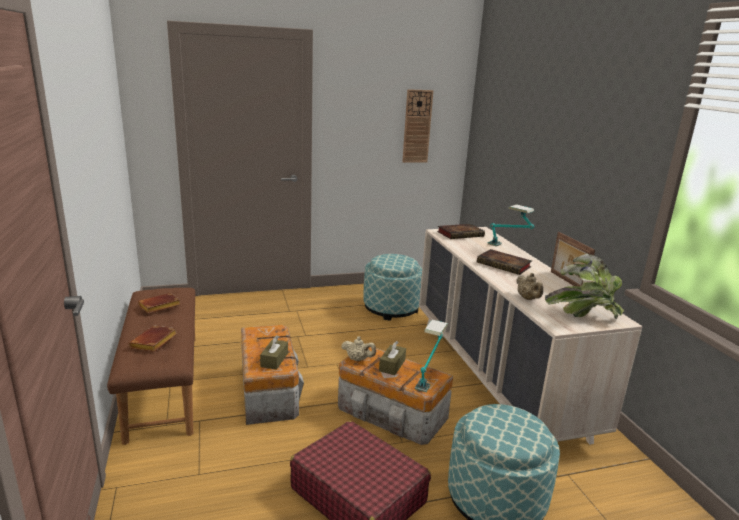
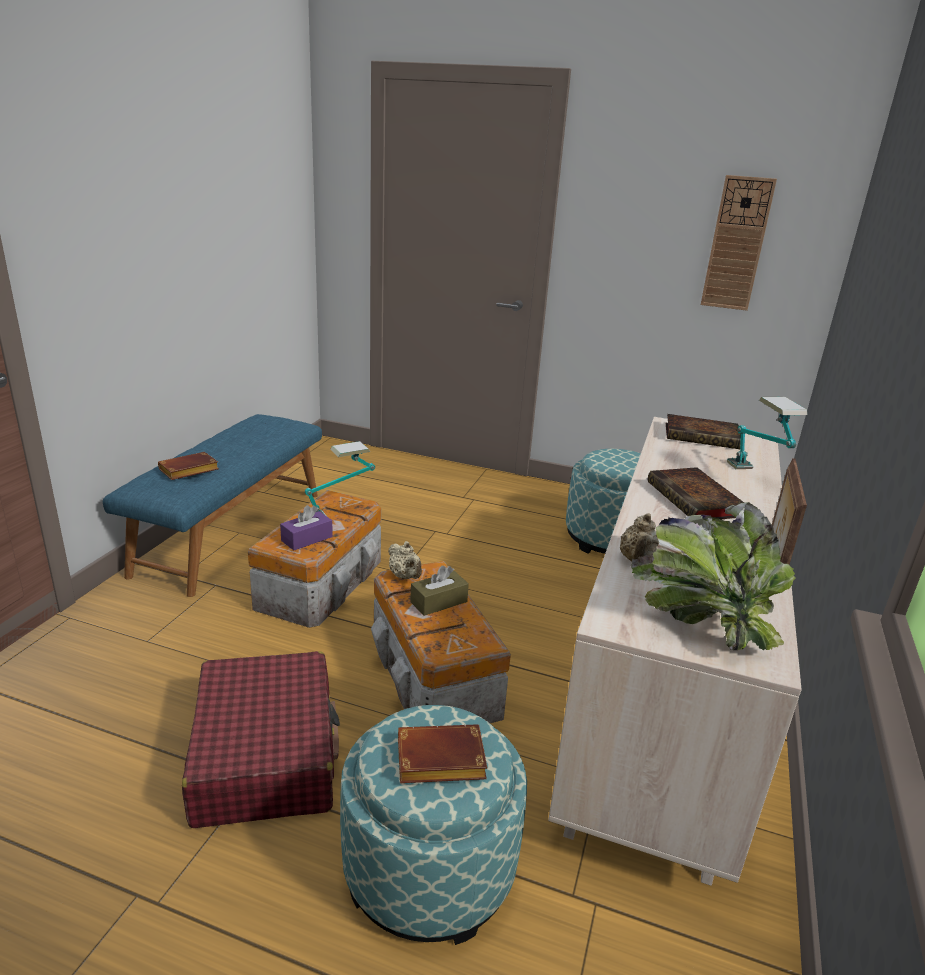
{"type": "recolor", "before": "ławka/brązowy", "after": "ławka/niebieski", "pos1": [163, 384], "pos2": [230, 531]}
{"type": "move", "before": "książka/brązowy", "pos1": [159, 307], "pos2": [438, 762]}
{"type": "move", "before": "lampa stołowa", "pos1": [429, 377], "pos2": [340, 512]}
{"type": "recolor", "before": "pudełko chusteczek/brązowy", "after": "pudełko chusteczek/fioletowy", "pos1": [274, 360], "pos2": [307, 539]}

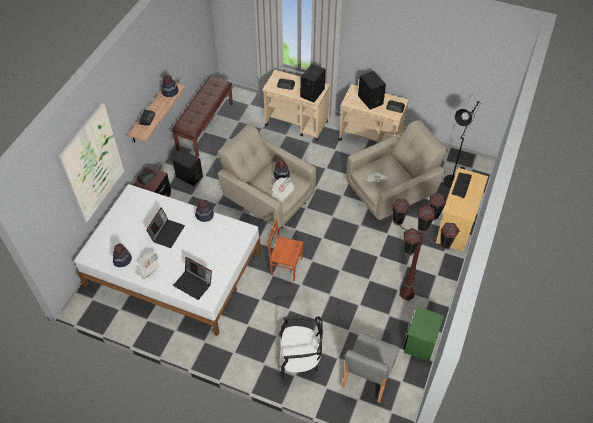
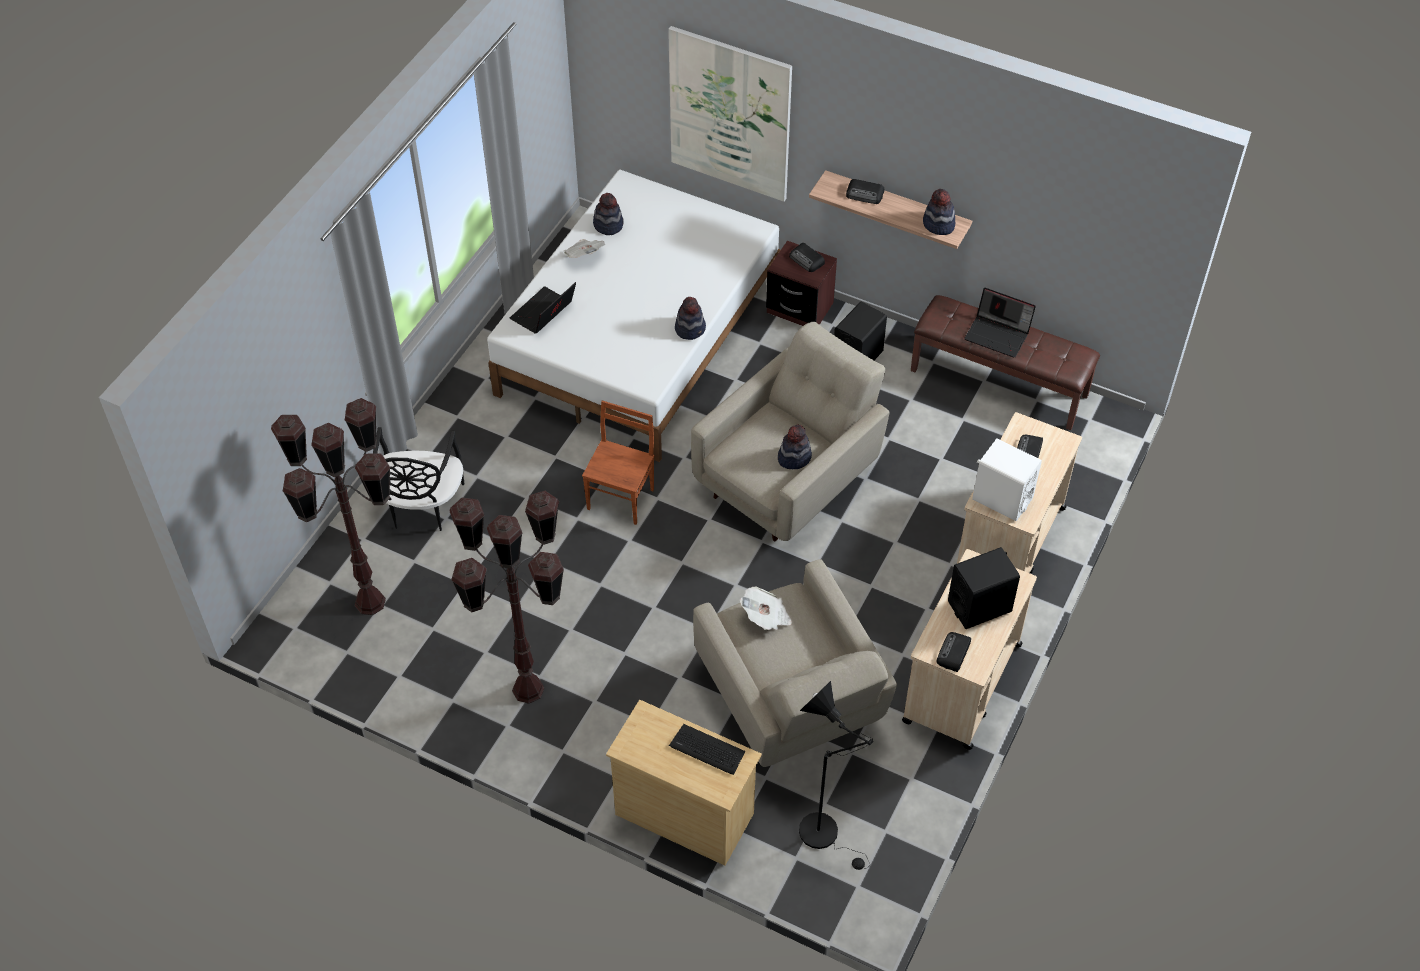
{"type": "recolor", "before": "głośnik/czarny", "after": "głośnik/biały", "pos1": [312, 93], "pos2": [1002, 499]}
{"type": "delete", "before": "gazeta", "pos1": [281, 194]}
{"type": "move", "before": "laptop", "pos1": [167, 233], "pos2": [998, 334]}
{"type": "delete", "before": "szafka nocna/zielony", "pos1": [420, 343]}
{"type": "replace", "before": "krzesło/szary", "after": "lampa stojąca/brązowy", "pos1": [367, 375], "pos2": [370, 601]}

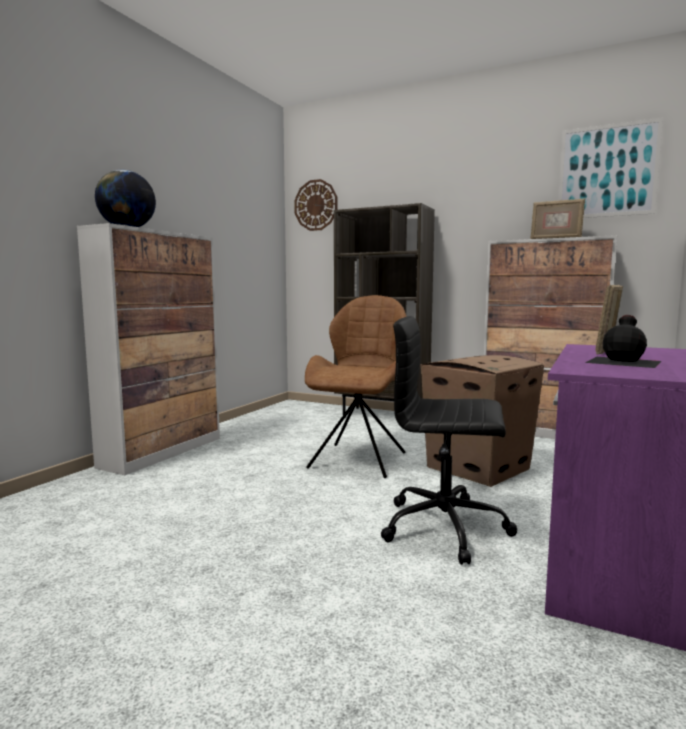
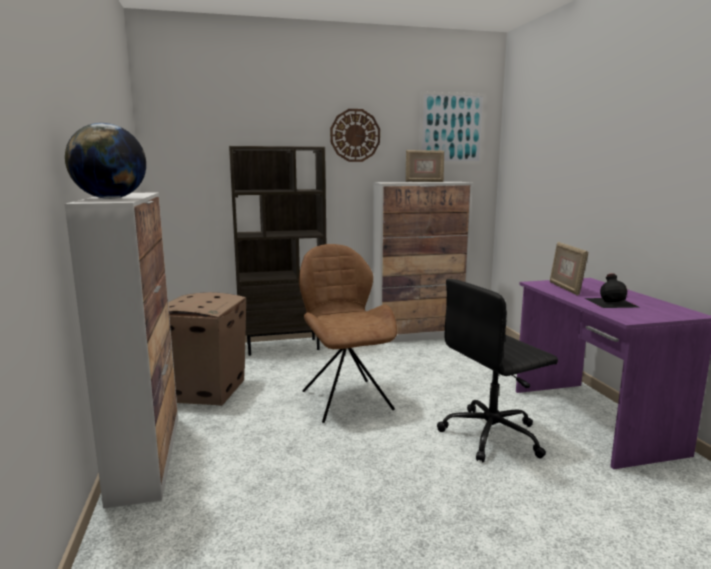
{"type": "move", "before": "zegar ścienny", "pos1": [316, 205], "pos2": [355, 135]}
{"type": "move", "before": "karton", "pos1": [479, 468], "pos2": [205, 390]}

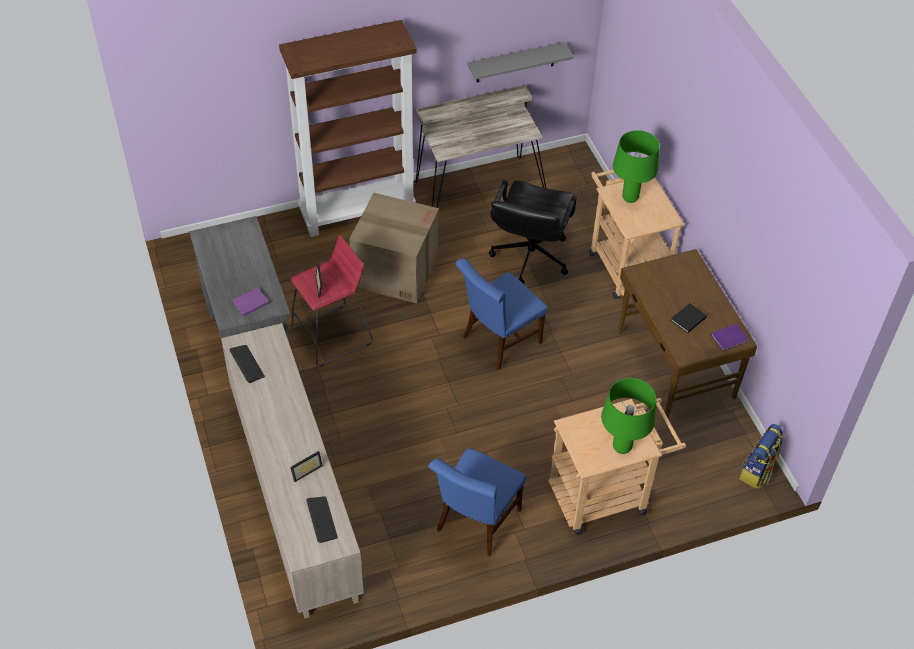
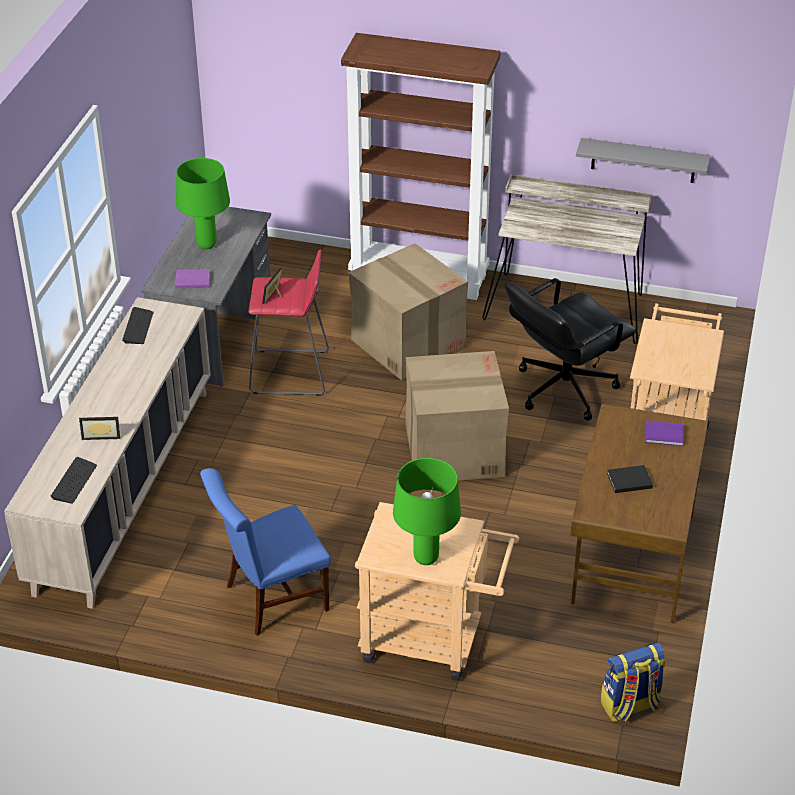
{"type": "move", "before": "lampa stołowa/zielony", "pos1": [630, 198], "pos2": [206, 245]}
{"type": "replace", "before": "krzesło/niebieski", "after": "karton", "pos1": [498, 341], "pos2": [453, 450]}
{"type": "move", "before": "książka/fioletowy", "pos1": [730, 338], "pos2": [665, 435]}

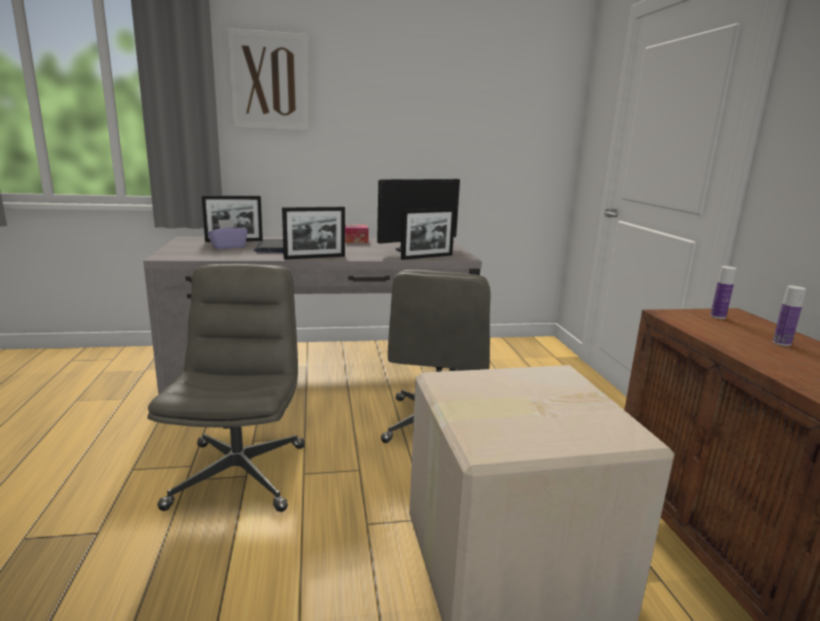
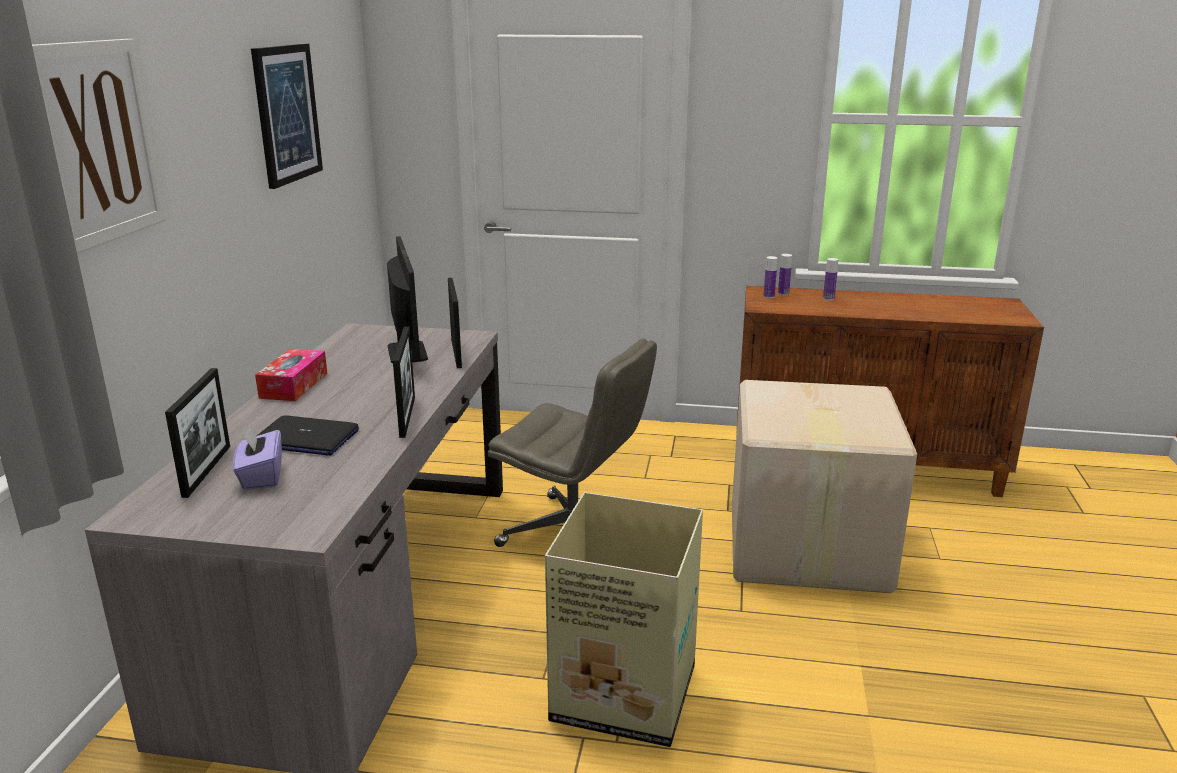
{"type": "replace", "before": "krzesło biurowe/szary", "after": "karton", "pos1": [239, 474], "pos2": [621, 693]}
{"type": "insert", "after": "obraz", "pos2": [286, 114]}
{"type": "insert", "after": "butelka", "pos2": [783, 293]}

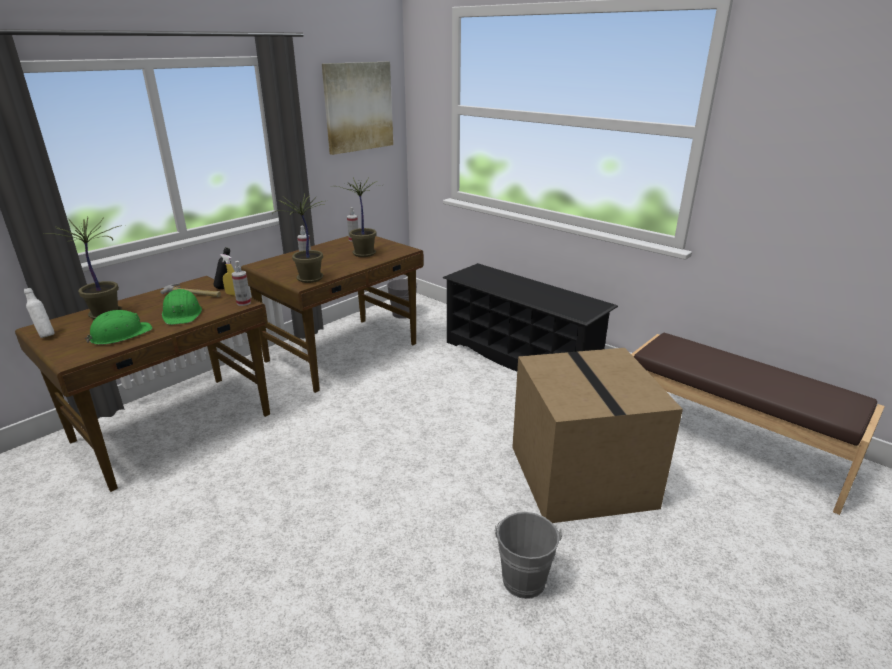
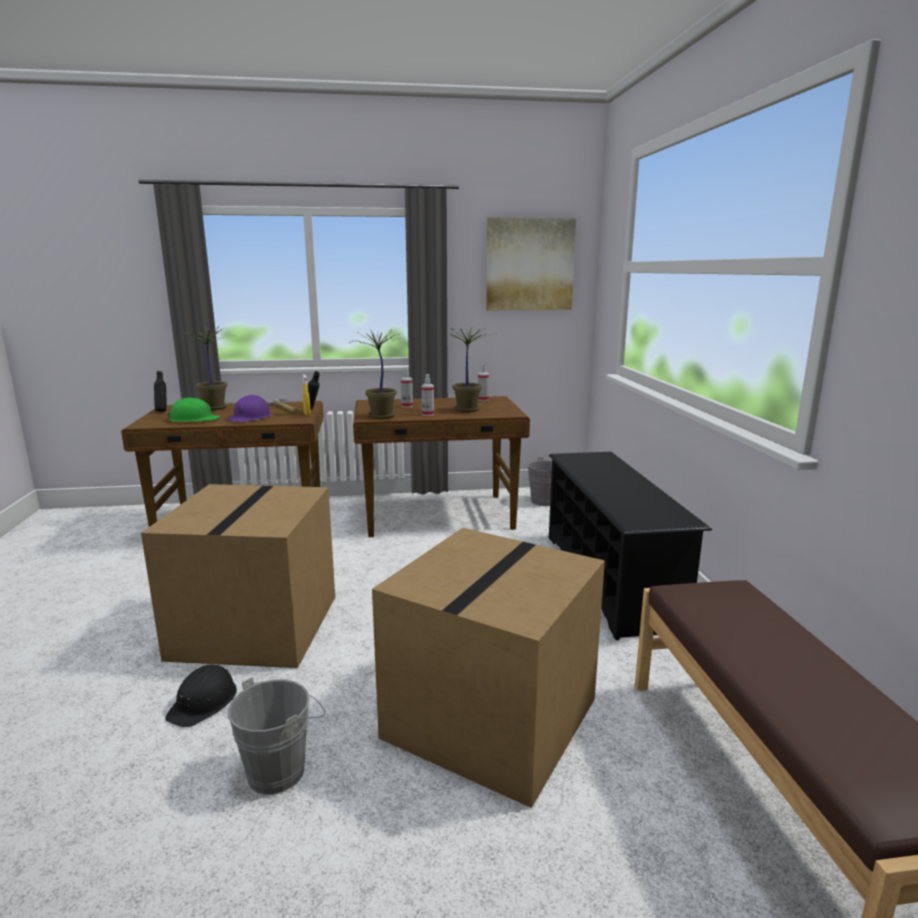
{"type": "move", "before": "spryskiwacz", "pos1": [243, 303], "pos2": [428, 414]}
{"type": "recolor", "before": "butelka/biały", "after": "butelka/czarny", "pos1": [46, 335], "pos2": [162, 411]}
{"type": "recolor", "before": "kask/zielony", "after": "kask/fioletowy", "pos1": [182, 314], "pos2": [251, 417]}
{"type": "insert", "after": "karton", "pos2": [254, 625]}
{"type": "insert", "after": "kask/czarny", "pos2": [204, 702]}

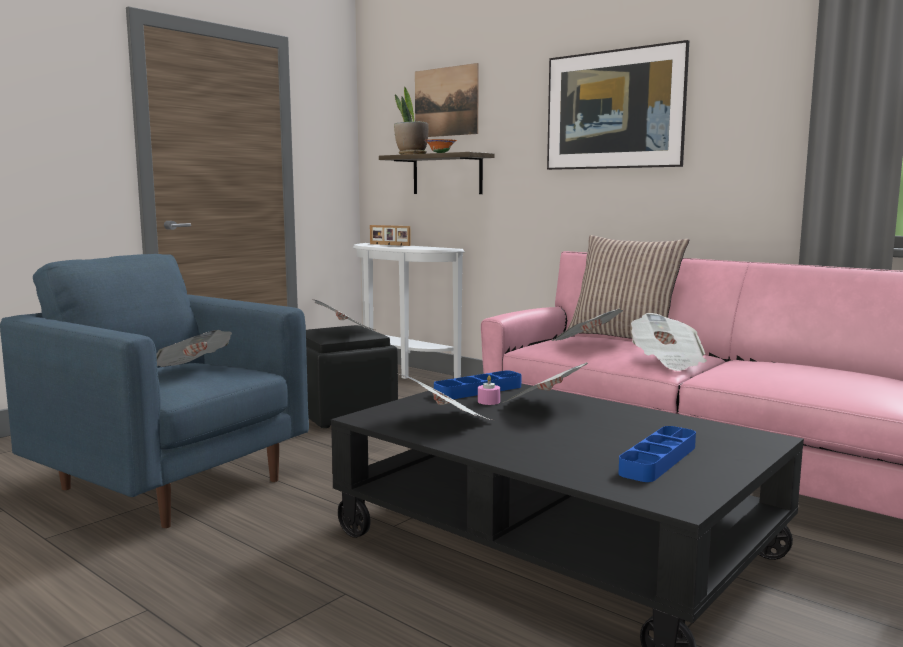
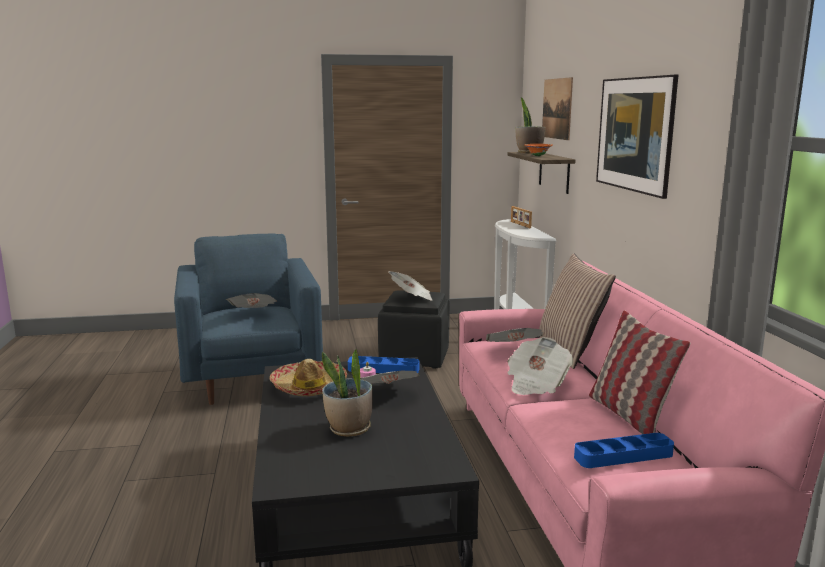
{"type": "replace", "before": "gazeta", "after": "kapelusz", "pos1": [446, 422], "pos2": [308, 387]}
{"type": "move", "before": "taca/niebieski", "pos1": [658, 460], "pos2": [623, 456]}
{"type": "insert", "after": "poduszka", "pos2": [629, 415]}
{"type": "insert", "after": "roślina doniczkowa", "pos2": [349, 429]}

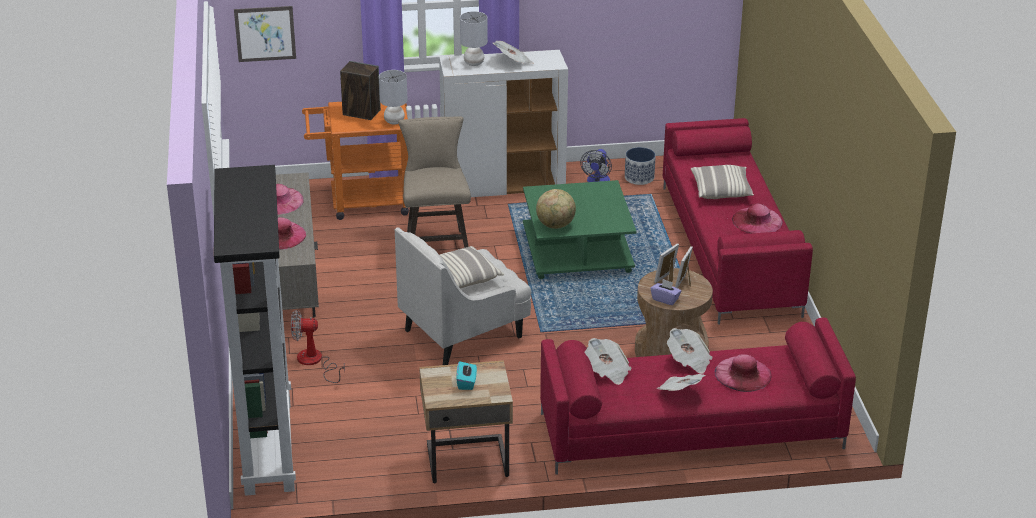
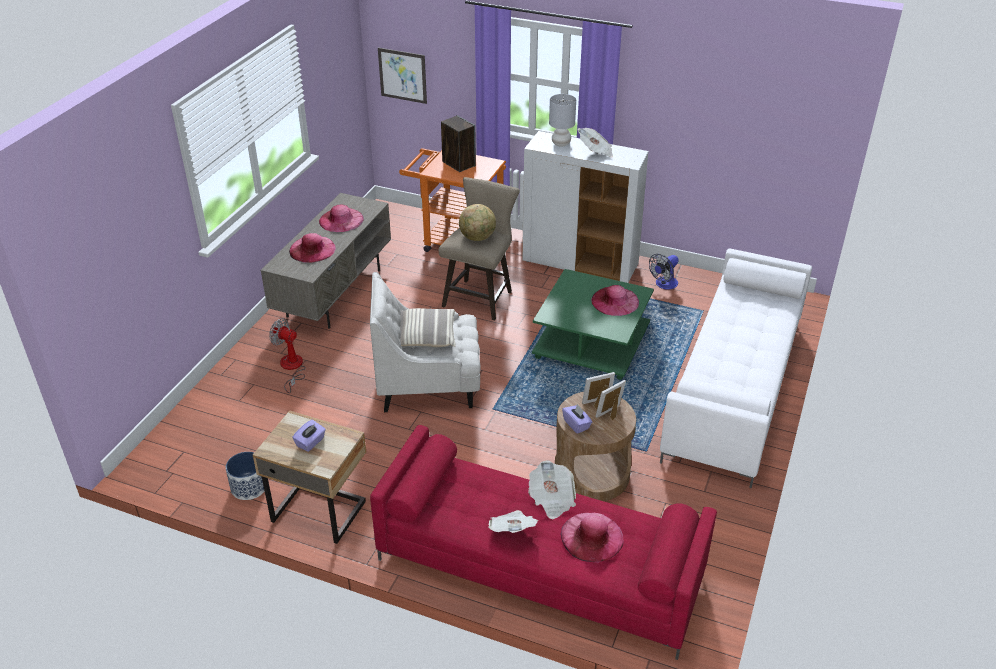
{"type": "delete", "before": "lampa stołowa/szary", "pos1": [394, 121]}
{"type": "recolor", "before": "kanapa/czerwony", "after": "kanapa/biały", "pos1": [730, 250], "pos2": [734, 390]}
{"type": "move", "before": "donica", "pos1": [639, 178], "pos2": [248, 487]}
{"type": "delete", "before": "regał/czarny", "pos1": [266, 446]}
{"type": "delete", "before": "poduszka", "pos1": [721, 191]}
{"type": "move", "before": "globus", "pos1": [555, 225], "pos2": [477, 238]}
{"type": "move", "before": "kapelusz/różowy", "pos1": [757, 221], "pos2": [615, 301]}
{"type": "delete", "before": "gazeta", "pos1": [607, 371]}
{"type": "recolor", "before": "pudełko chusteczek/turkusowy", "after": "pudełko chusteczek/fioletowy", "pos1": [466, 383], "pos2": [310, 442]}

